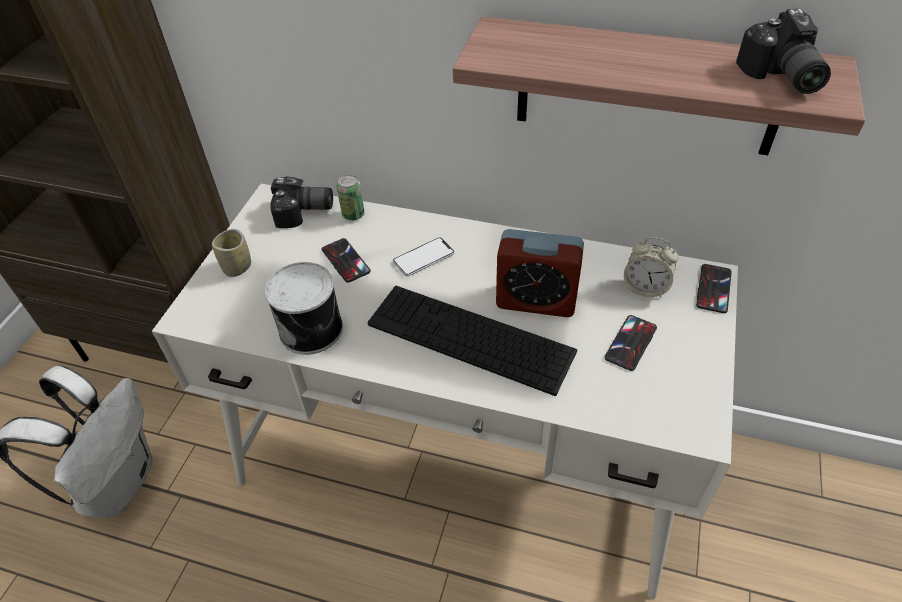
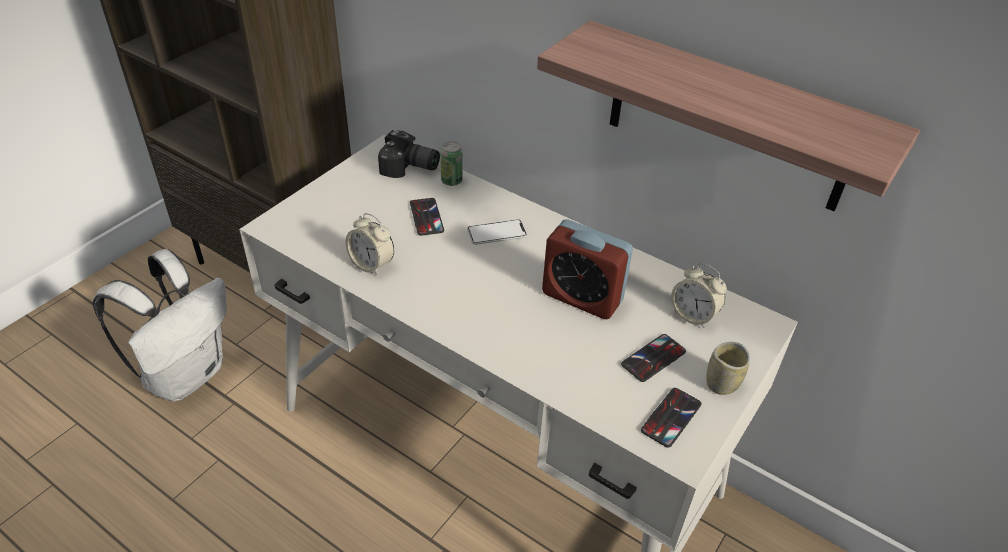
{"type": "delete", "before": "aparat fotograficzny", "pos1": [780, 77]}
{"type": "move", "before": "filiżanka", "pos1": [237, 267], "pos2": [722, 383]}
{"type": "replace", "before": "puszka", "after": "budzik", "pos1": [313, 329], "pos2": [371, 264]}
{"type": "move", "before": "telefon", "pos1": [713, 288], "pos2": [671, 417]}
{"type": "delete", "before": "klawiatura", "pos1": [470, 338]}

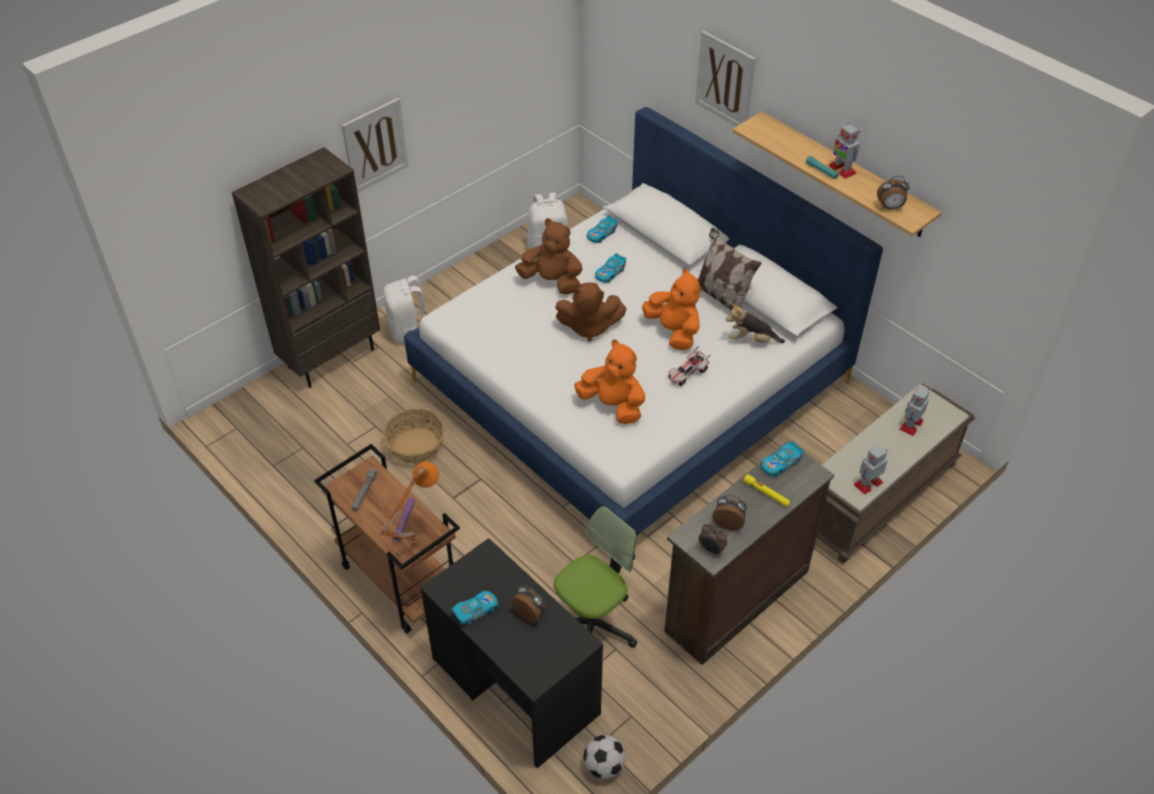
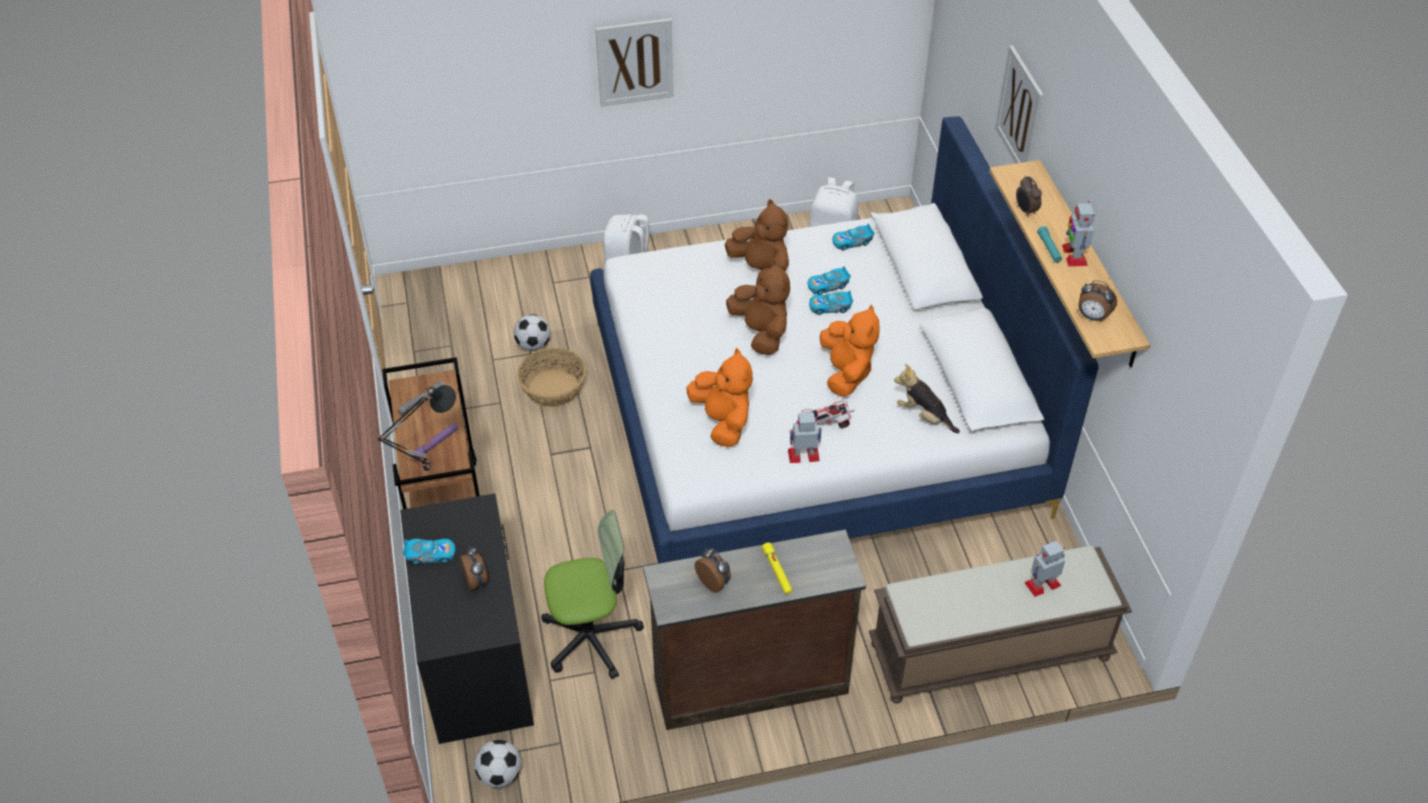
{"type": "delete", "before": "regał/brązowy", "pos1": [331, 357]}
{"type": "delete", "before": "poduszka", "pos1": [722, 298]}
{"type": "rotate", "before": "pluszak/brązowy", "pos1": [589, 327], "pos2": [761, 332], "turn": -150}
{"type": "move", "before": "samochodzik", "pos1": [780, 464], "pos2": [830, 307]}
{"type": "move", "before": "robot zabawkowy", "pos1": [868, 483], "pos2": [804, 455]}
{"type": "recolor", "before": "lampa stołowa/pomarańczowy", "after": "lampa stołowa/czarny", "pos1": [414, 545], "pos2": [427, 470]}
{"type": "move", "before": "budzik", "pos1": [711, 550], "pos2": [1025, 211]}
{"type": "insert", "after": "piłka futbolowa", "pos2": [533, 345]}

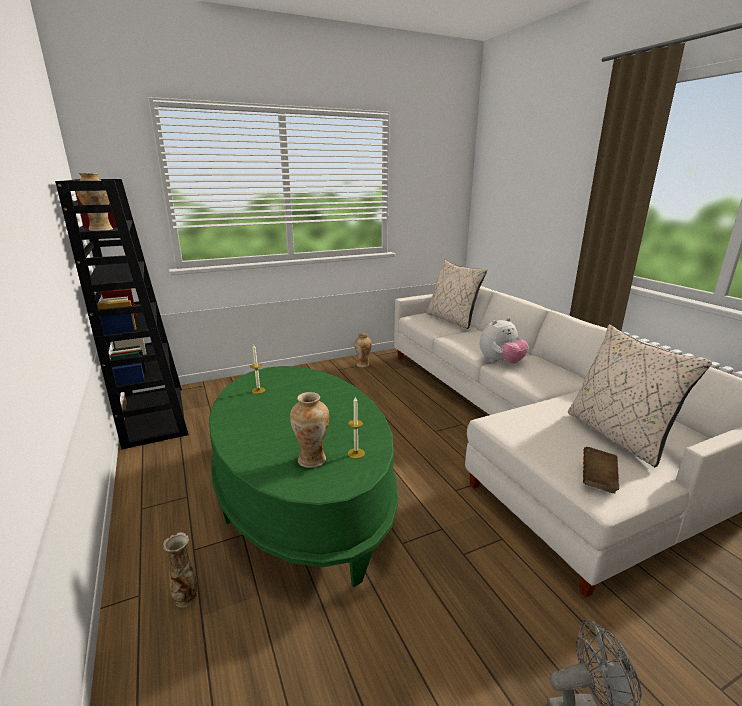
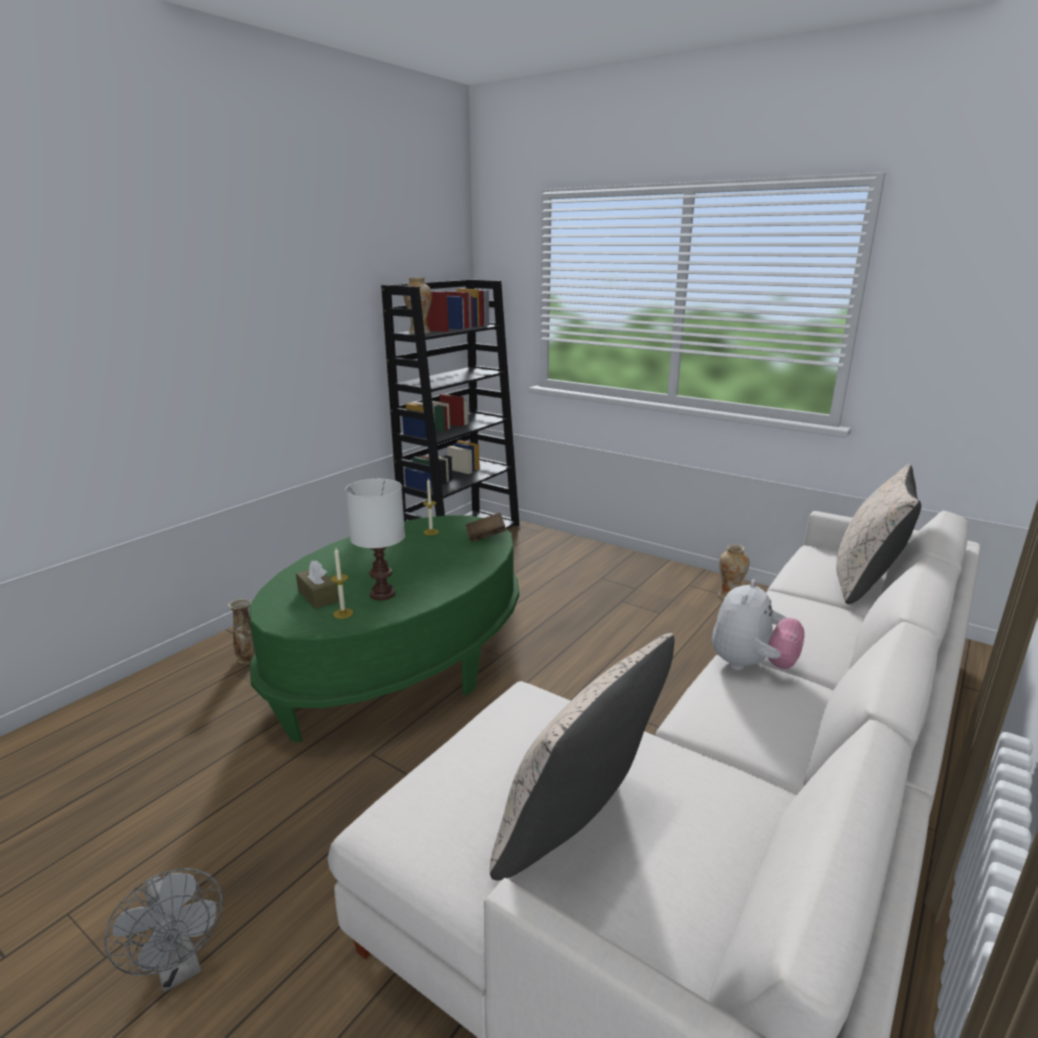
{"type": "rotate", "before": "pluszak", "pos1": [501, 362], "pos2": [751, 665], "turn": -90}
{"type": "replace", "before": "wazon", "after": "pudełko chusteczek/brązowy", "pos1": [312, 459], "pos2": [318, 596]}
{"type": "move", "before": "książka/brązowy", "pos1": [598, 479], "pos2": [486, 536]}
{"type": "insert", "after": "lampa stołowa/biały", "pos2": [381, 594]}

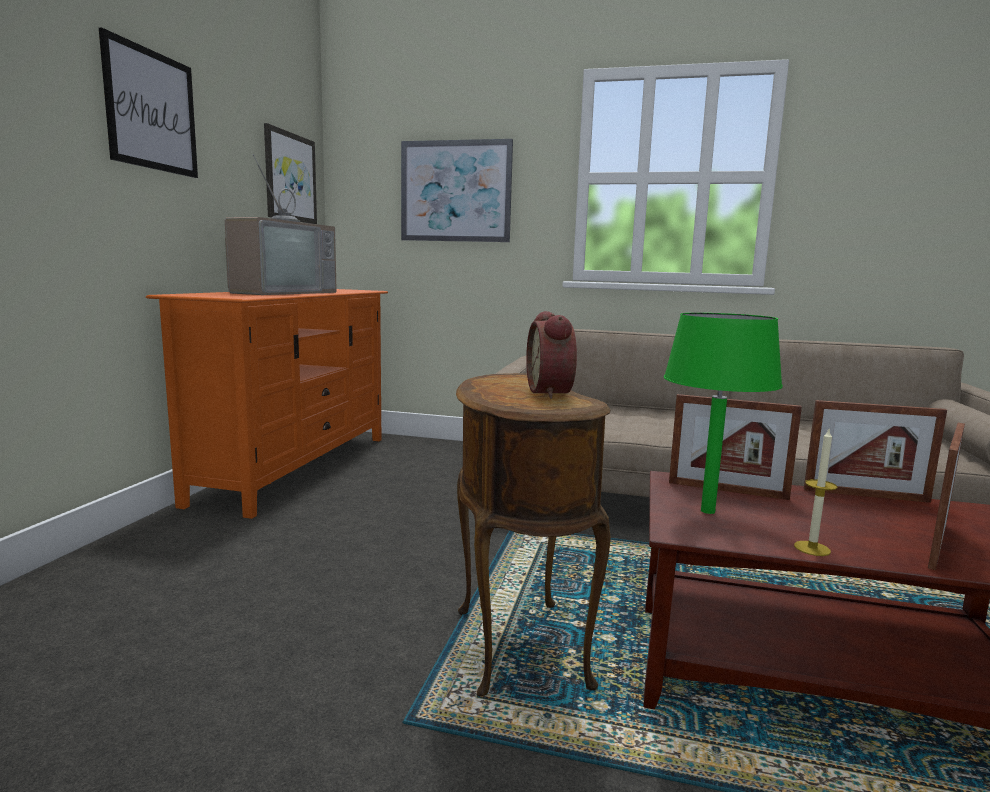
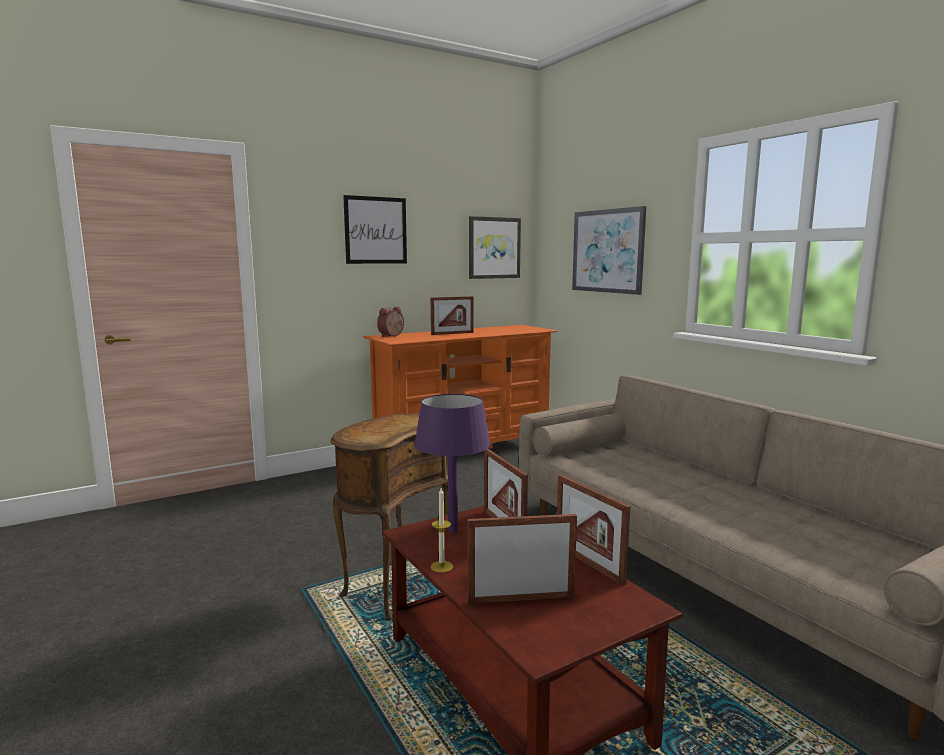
{"type": "replace", "before": "telewizor", "after": "ramka na zdjęcie", "pos1": [281, 292], "pos2": [452, 333]}
{"type": "move", "before": "budzik", "pos1": [553, 393], "pos2": [392, 336]}
{"type": "recolor", "before": "lampa stołowa/zielony", "after": "lampa stołowa/fioletowy", "pos1": [708, 511], "pos2": [453, 531]}

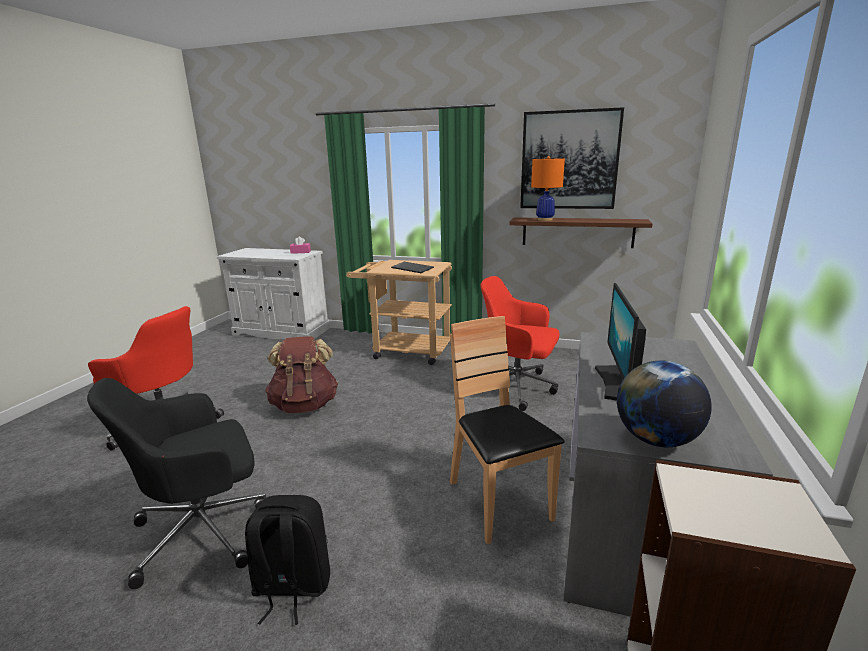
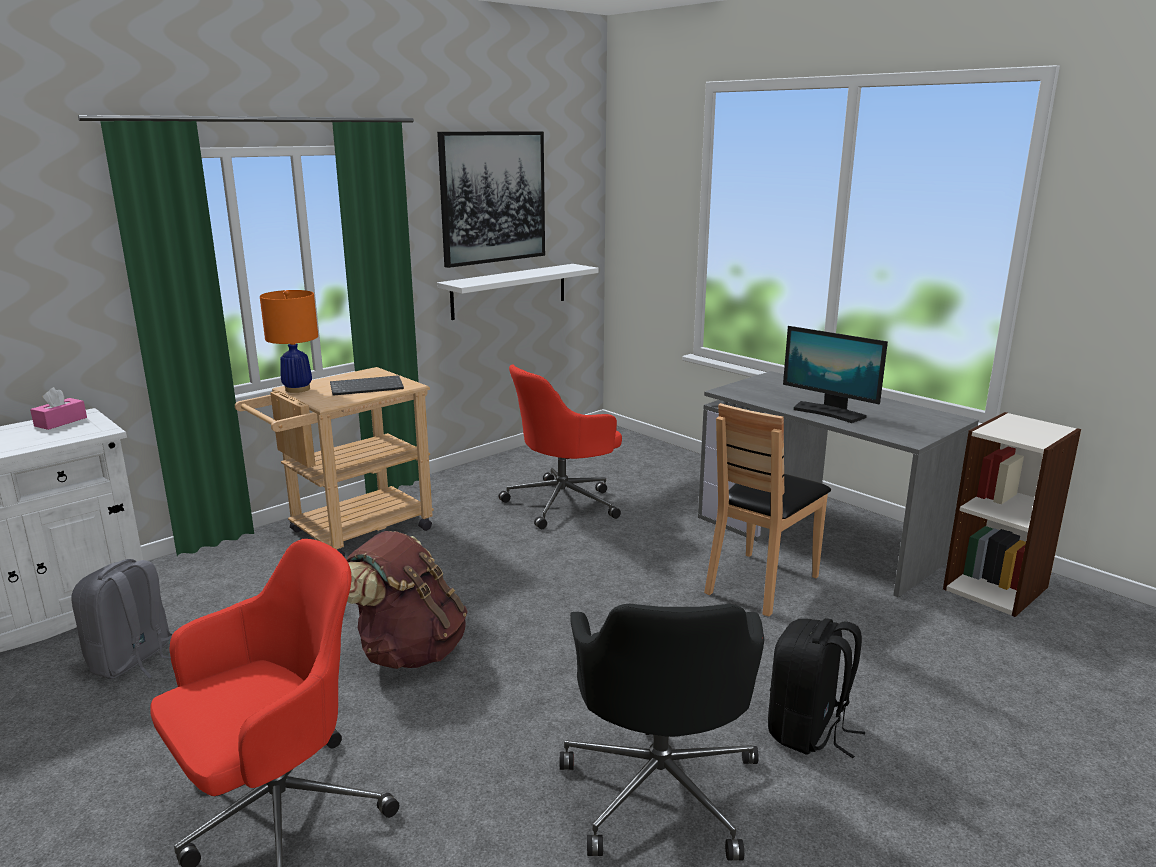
{"type": "move", "before": "lampa stołowa/pomarańczowy", "pos1": [545, 220], "pos2": [297, 389]}
{"type": "recolor", "before": "półka/brązowy", "after": "półka/biały", "pos1": [577, 232], "pos2": [509, 291]}
{"type": "rotate", "before": "krzesło/brązowy", "pos1": [498, 502], "pos2": [761, 583], "turn": -60}
{"type": "delete", "before": "globus", "pos1": [656, 440]}
{"type": "insert", "after": "plecak/szary", "pos2": [133, 661]}

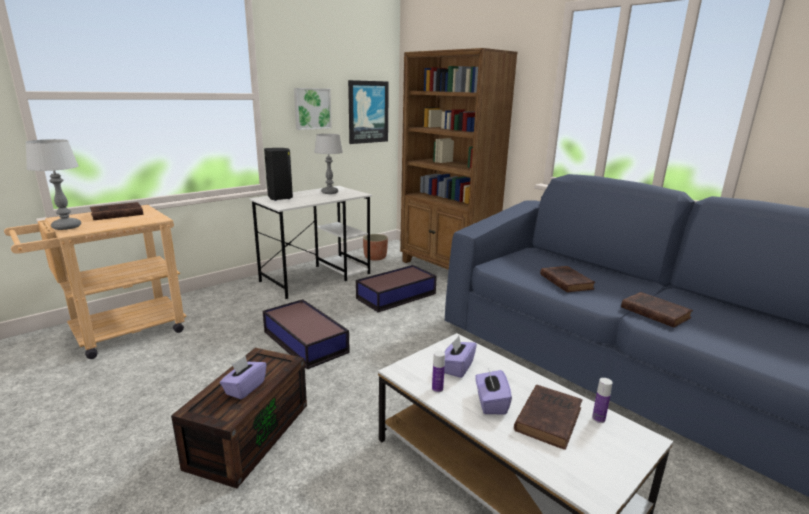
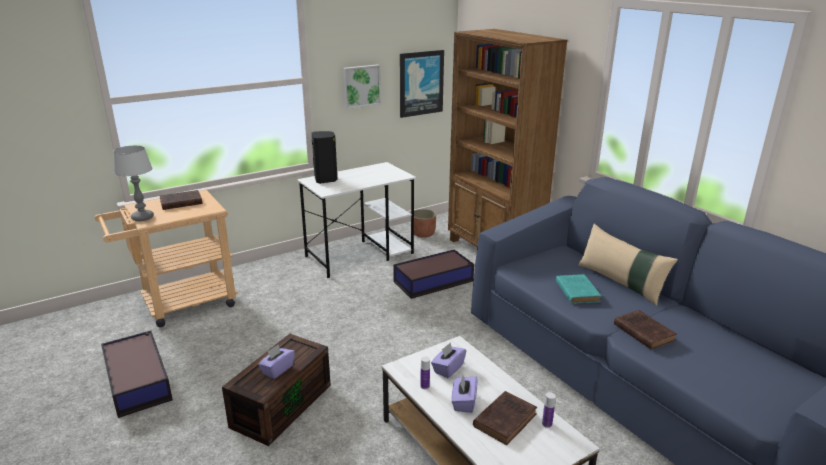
{"type": "delete", "before": "lampa stołowa", "pos1": [330, 192]}
{"type": "recolor", "before": "książka/brązowy", "after": "książka/turkusowy", "pos1": [565, 281], "pos2": [576, 291]}
{"type": "move", "before": "pojemnik do przechowywania", "pos1": [305, 341], "pos2": [138, 380]}
{"type": "insert", "after": "poduszka/beżowy", "pos2": [621, 283]}

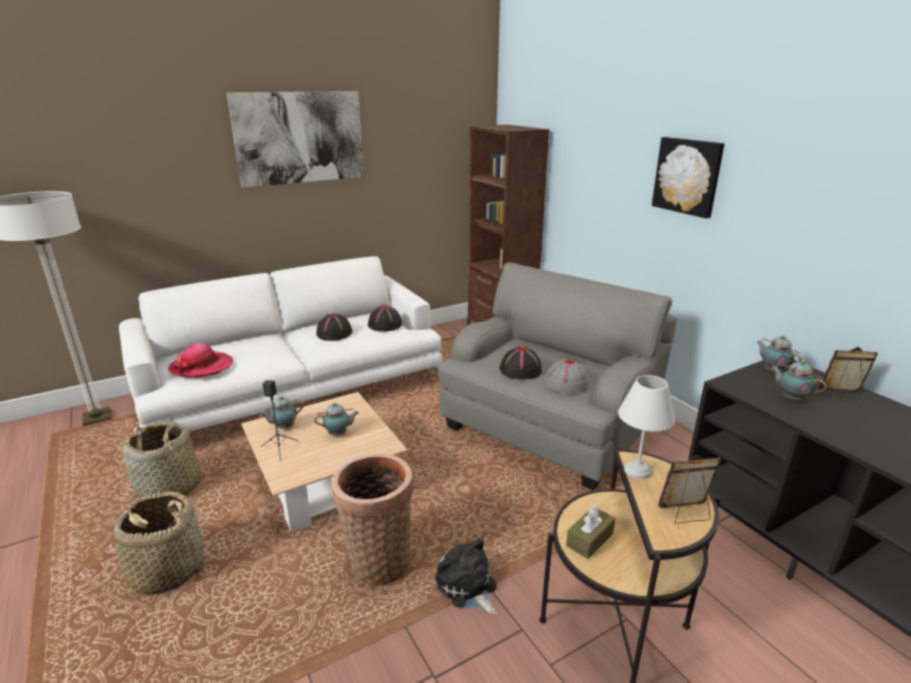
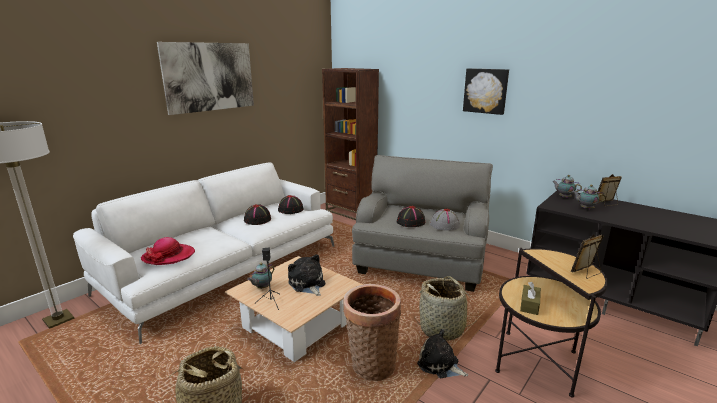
{"type": "delete", "before": "lampa stołowa/biały", "pos1": [637, 471]}
{"type": "replace", "before": "imbryk", "after": "pluszak", "pos1": [339, 434], "pos2": [307, 284]}
{"type": "move", "before": "koszyk", "pos1": [170, 488], "pos2": [442, 328]}

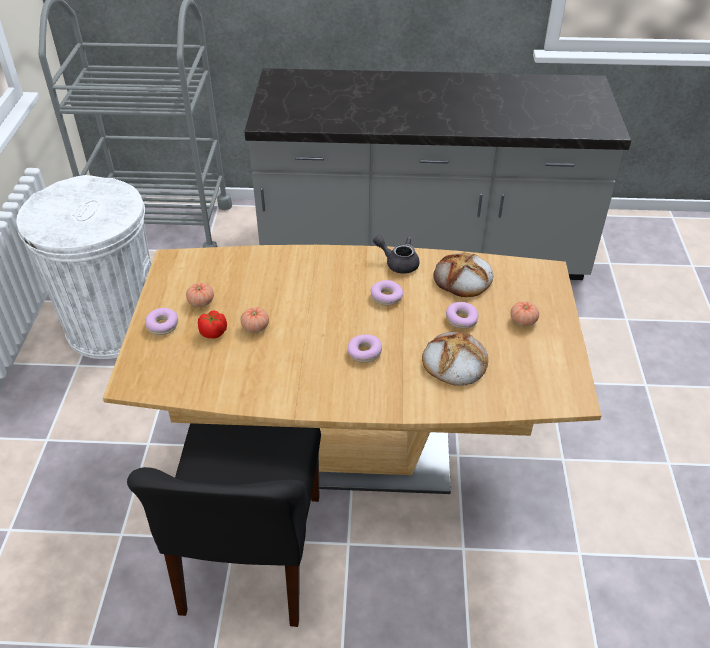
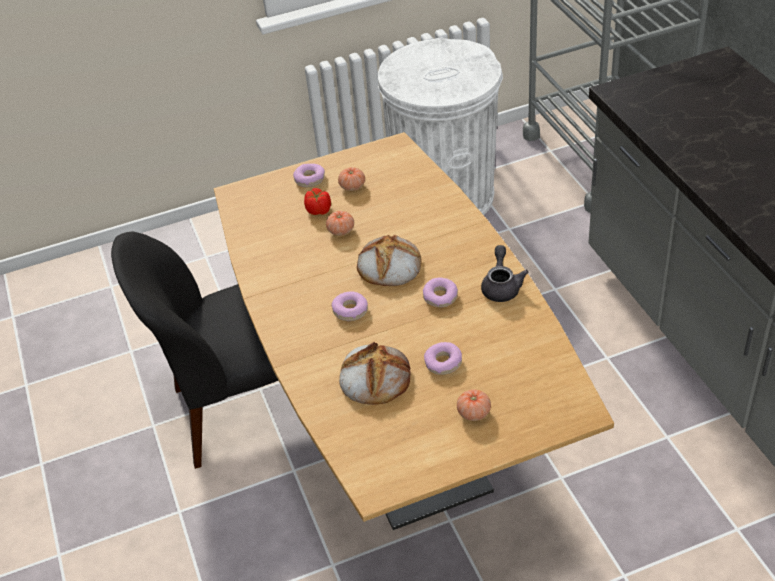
{"type": "move", "before": "chleb", "pos1": [463, 279], "pos2": [389, 266]}

